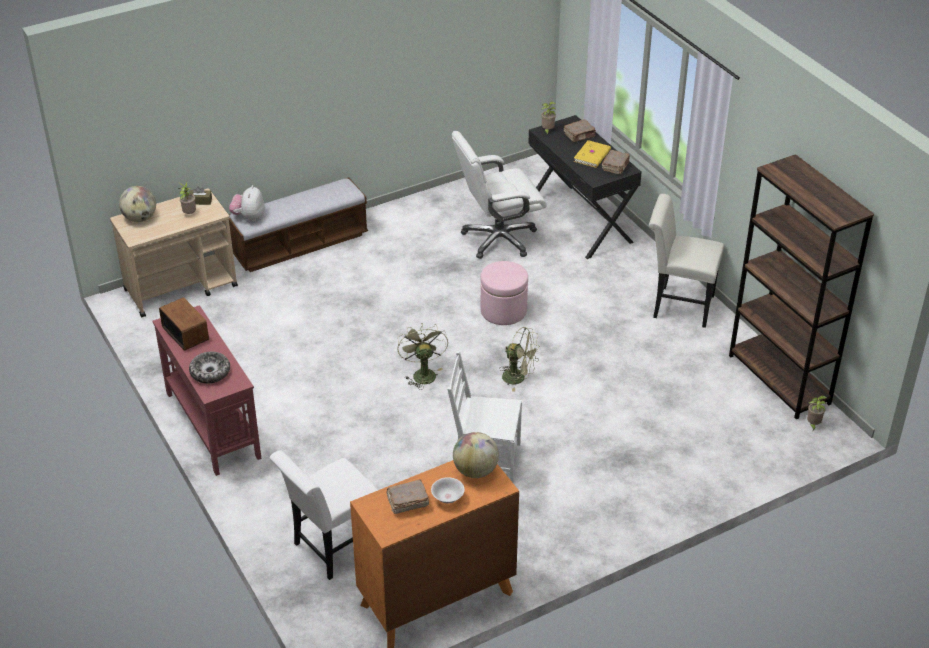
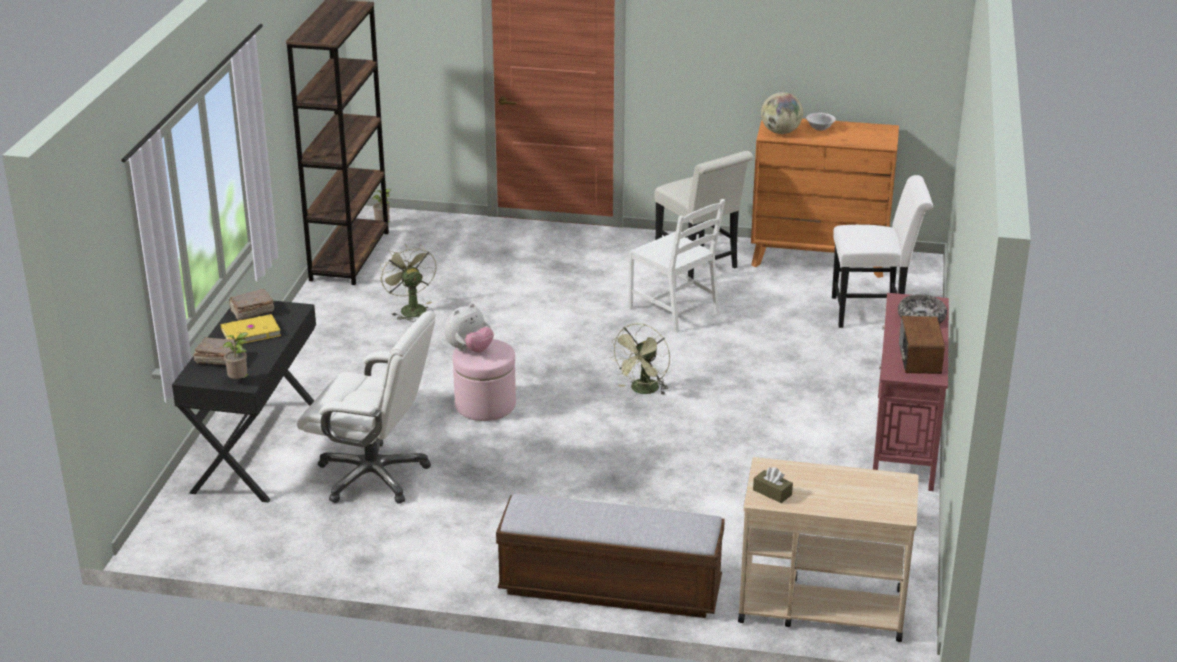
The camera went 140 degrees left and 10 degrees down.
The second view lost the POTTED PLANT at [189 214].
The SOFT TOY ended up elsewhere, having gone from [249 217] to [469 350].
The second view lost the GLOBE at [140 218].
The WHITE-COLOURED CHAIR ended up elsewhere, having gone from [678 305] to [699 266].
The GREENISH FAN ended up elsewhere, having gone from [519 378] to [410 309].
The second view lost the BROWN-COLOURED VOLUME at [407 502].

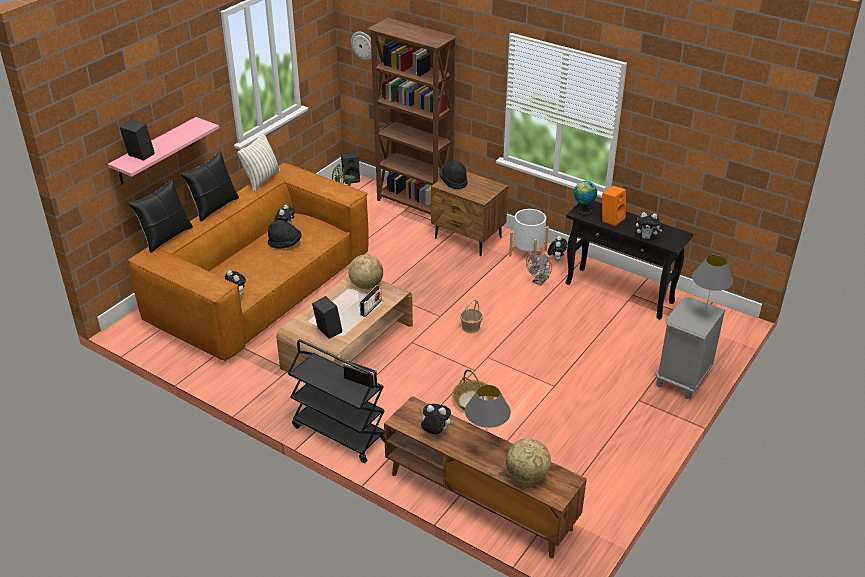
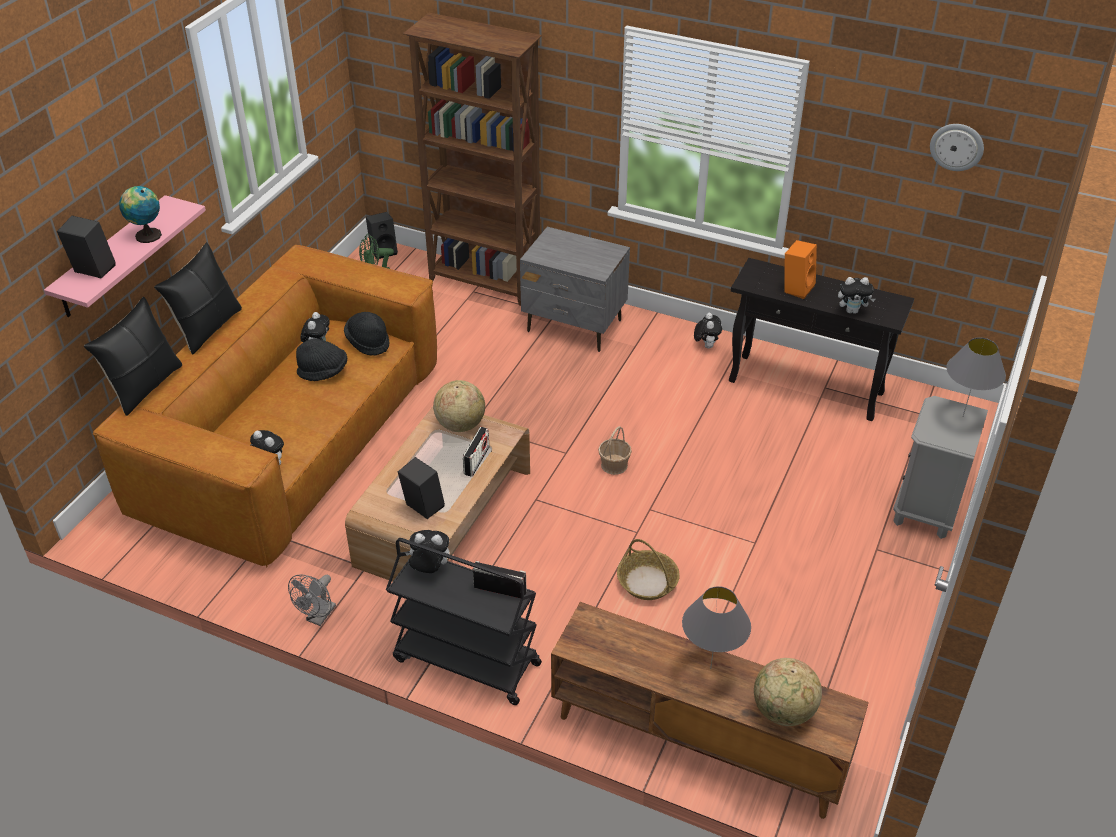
The camera went 10 degrees left and 5 degrees up.
The WALL CLOCK ended up elsewhere, having gone from [363 45] to [957 146].
The second view lost the PILLOW at [262 180].
The BLACK-COLOURED HAT ended up elsewhere, having gone from [453 181] to [368 342].
What was the BROWN-COLOURED NIGHTSTAND at [468 238] turned into the GRAY NIGHTSTAND at [574 326].
The GLOBE ended up elsewhere, having gone from [583 210] to [146 235].
The second view lost the WHITE-COLOURED PLANT POT at [528 253].
The GRAY FAN ended up elsewhere, having gone from [539 281] to [318 617].
The SOFT TOY ended up elsewhere, having gone from [435 432] to [429 569].

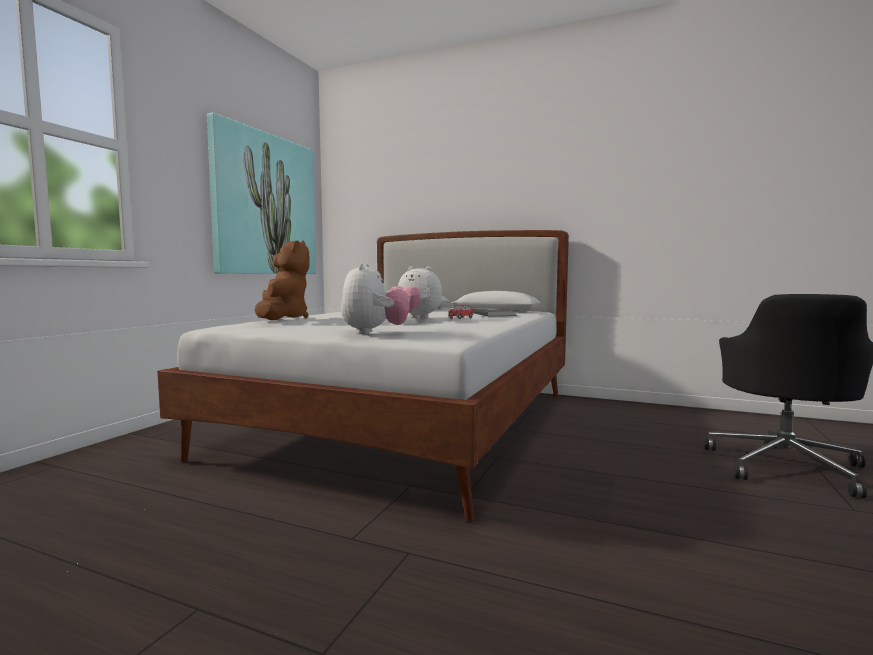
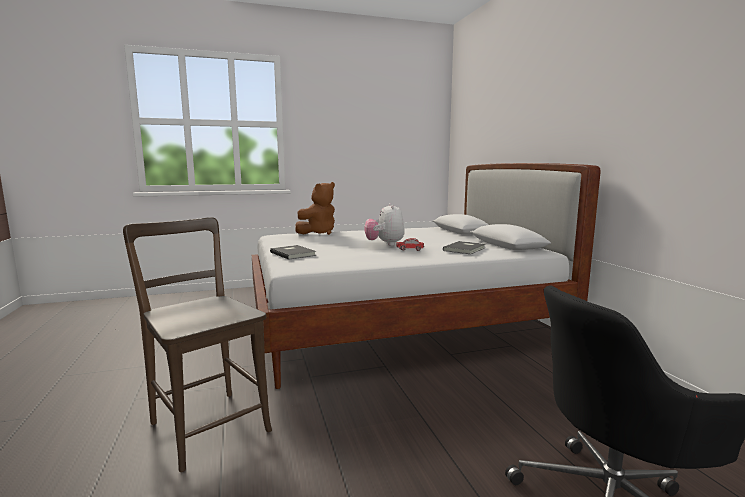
The camera went 50 degrees right and 5 degrees up.
The second view lost the PICTURE at [265 205].
Where the SOFT TOY stood at [374 332], the GRAY VOLUME came to stand at [293 253].
The second view gained the BROWN-COLOURED CHAIR at [207 424].

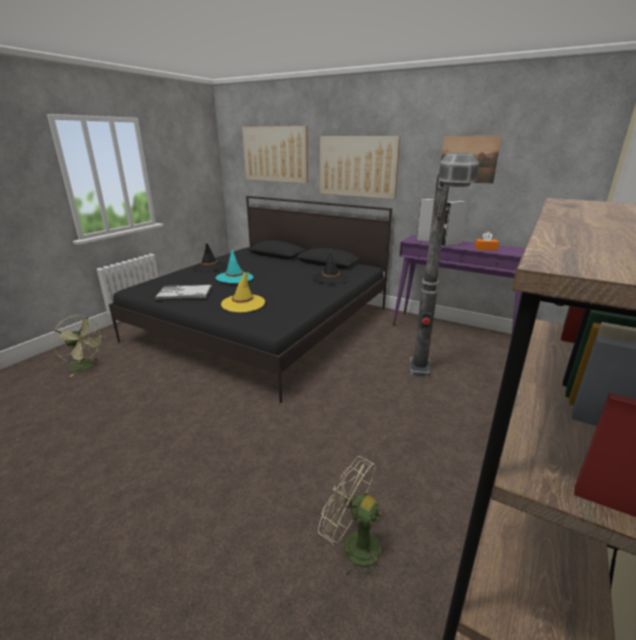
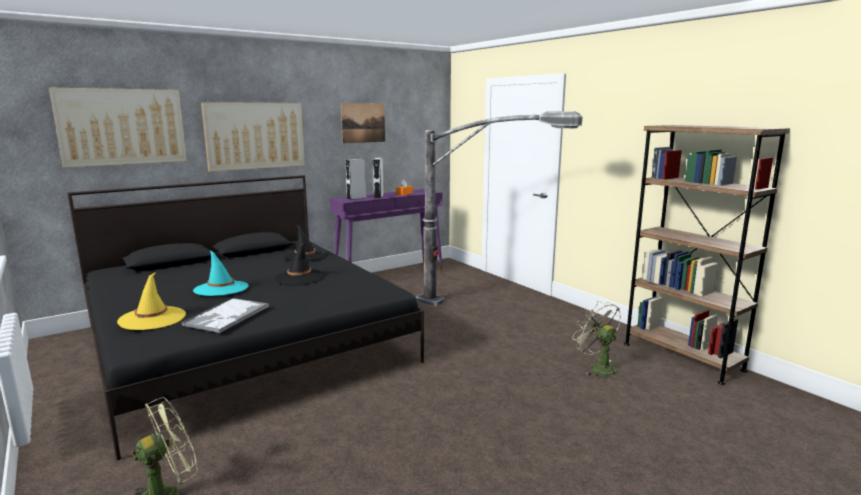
The camera went 65 degrees left and 10 degrees down.
The BLACK-COLOURED HAT ended up elsewhere, having gone from [209 267] to [299 277].
The YELLOWISH HAT ended up elsewhere, having gone from [243 303] to [152 318].
The SAND-COLOURED FAN at [353 546] ended up facing another way, 90 degrees clockwise from before.

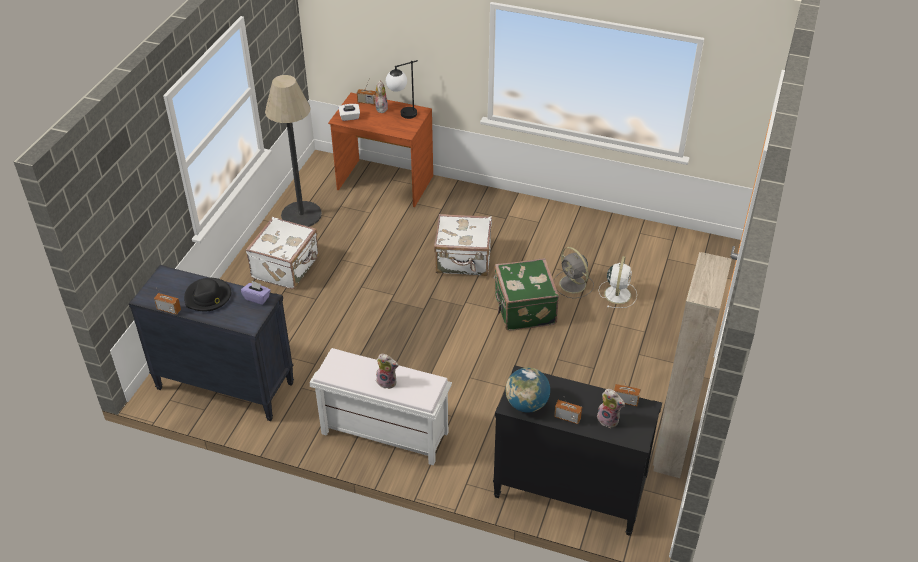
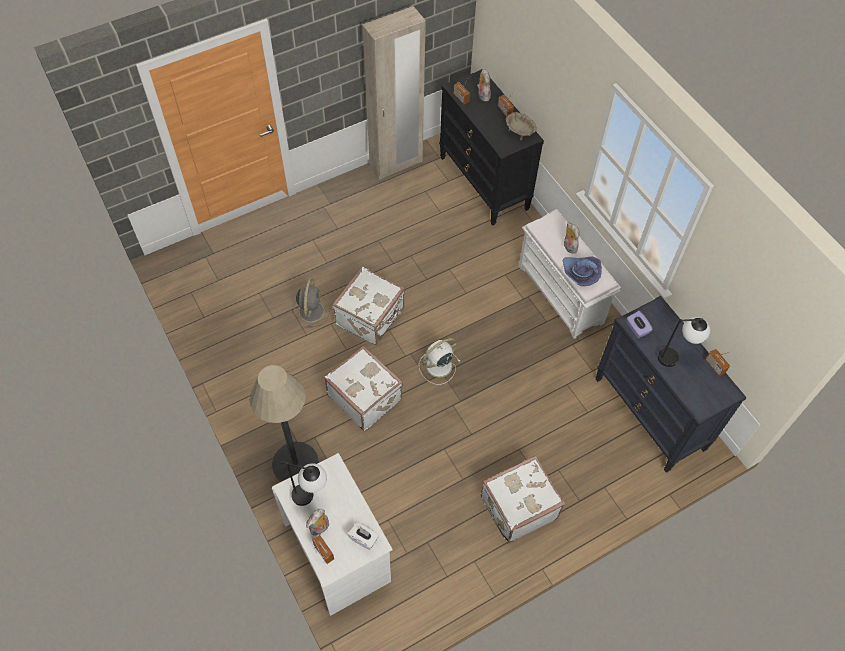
The camera went 140 degrees left and 15 degrees up.
The STANDARD LAMP ended up elsewhere, having gone from [301 215] to [295 463].
What was the BROWN-COLOURED DESK UNIT at [384 183] turned into the WHITE-COLOURED DESK UNIT at [338 552].
The WHITE-COLOURED FAN ended up elsewhere, having gone from [617 293] to [437 366].
What was the GREENISH SUITCASE at [523 309] turned into the WHITE-COLOURED SUITCASE at [371 317].
Where the BLACK-COLOURED HAT stood at [208 297], the TABLE LAMP came to stand at [676 357].
Where the GLOBE stood at [526 404], the SAND-COLOURED SERVING BOWL came to stand at [520 132].
The second view gained the PURPLE-COLOURED HAT at [580 274].

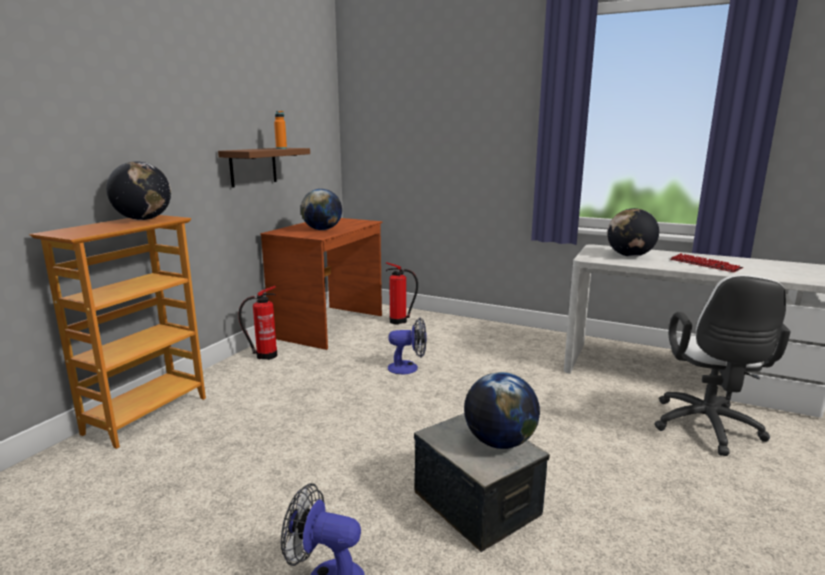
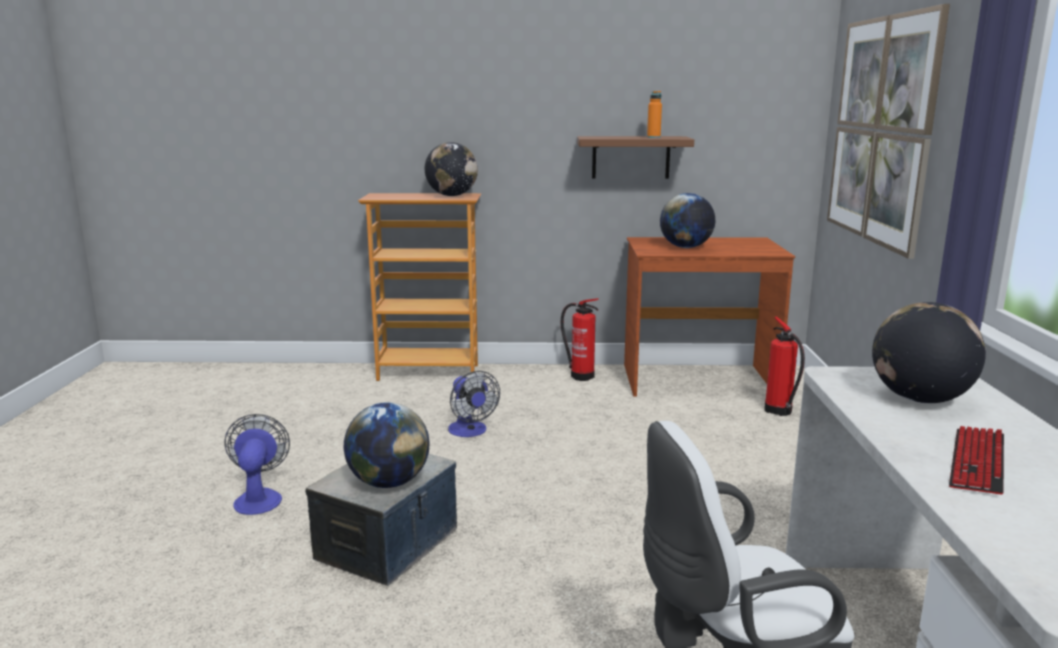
The camera went 65 degrees right and 0 degrees up.
The FAN ended up elsewhere, having gone from [408 368] to [470 432].
The second view gained the PICTURE at [881 130].

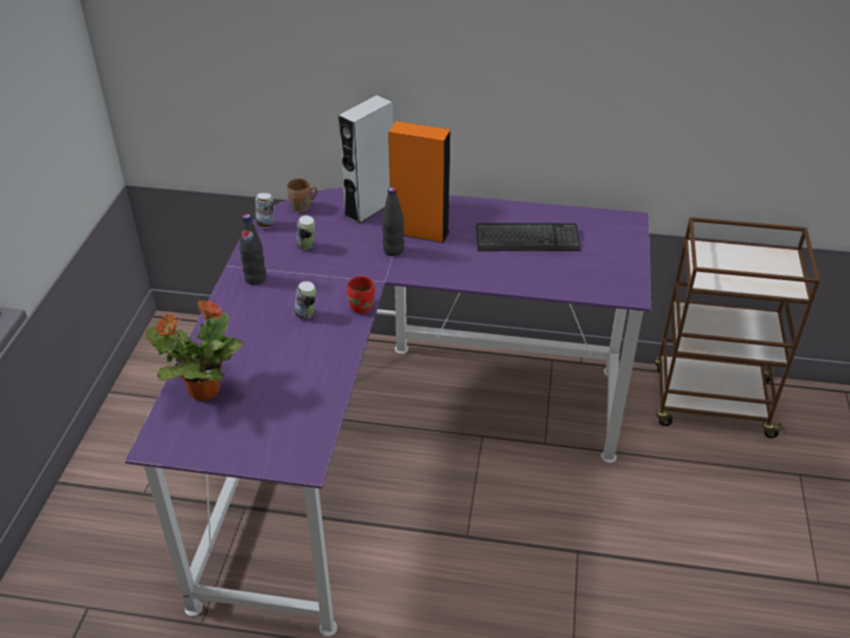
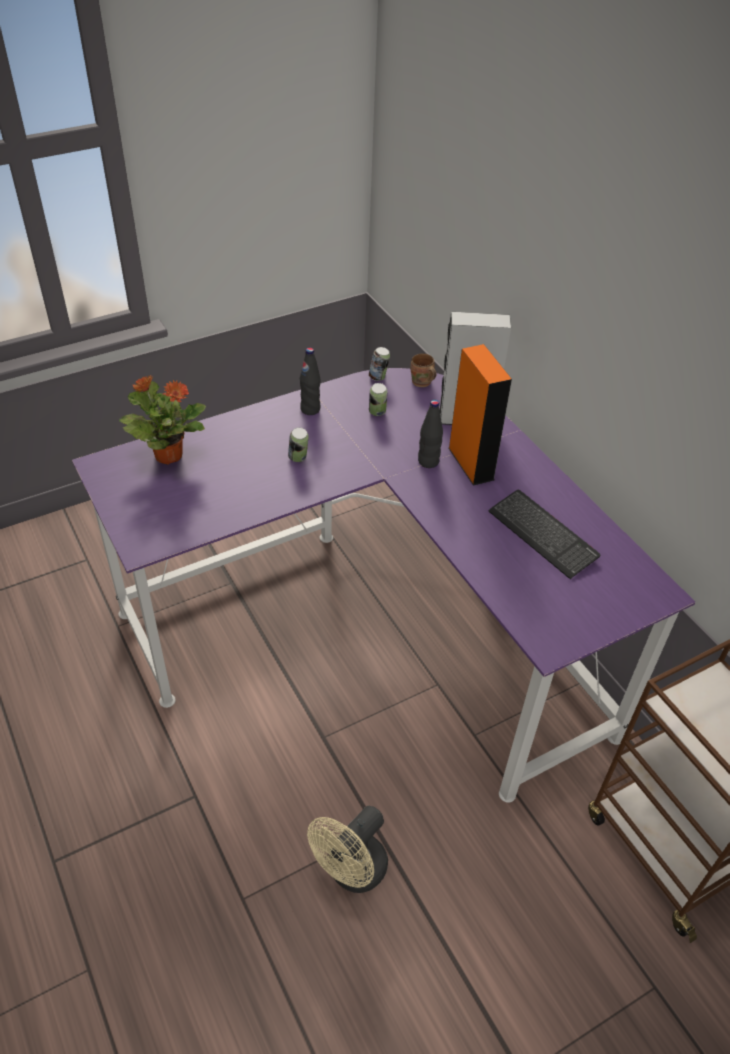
The camera went 50 degrees right and 5 degrees up.
The second view lost the RED TEA MUG at [363 306].
The second view gained the SAND-COLOURED FAN at [351 872].

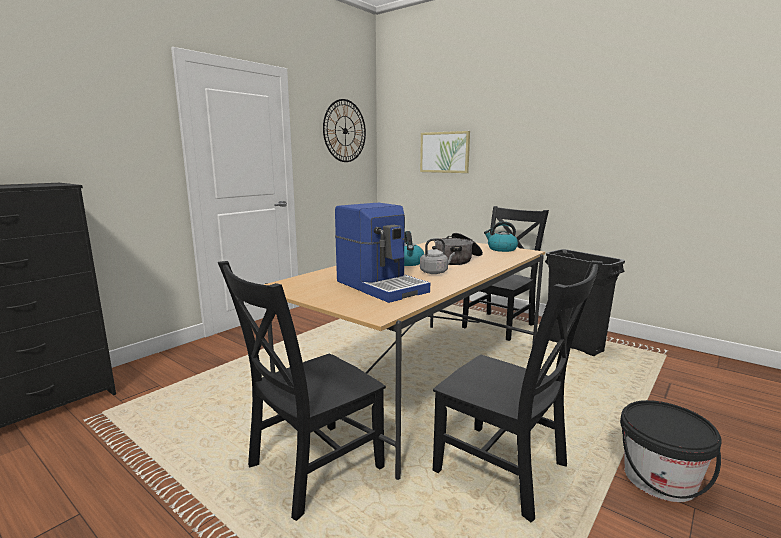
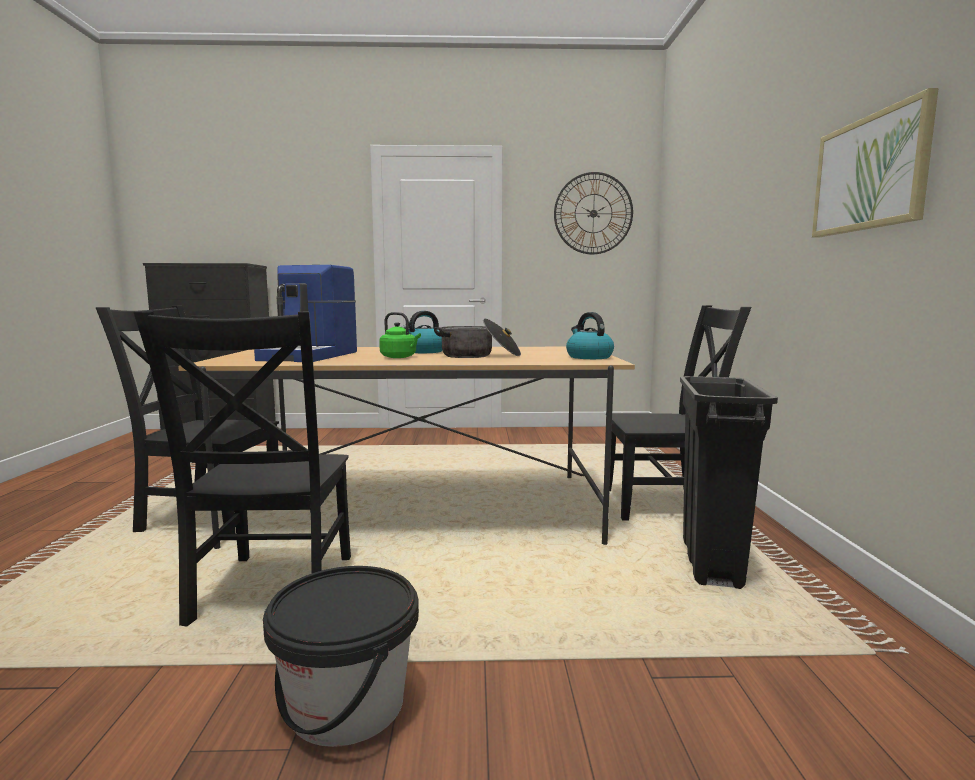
The camera went 50 degrees right and 5 degrees down.
The PICTURE ended up elsewhere, having gone from [444 152] to [870 173].
What was the GRAY KETTLE at [435 272] turned into the GREENISH KETTLE at [400 357].

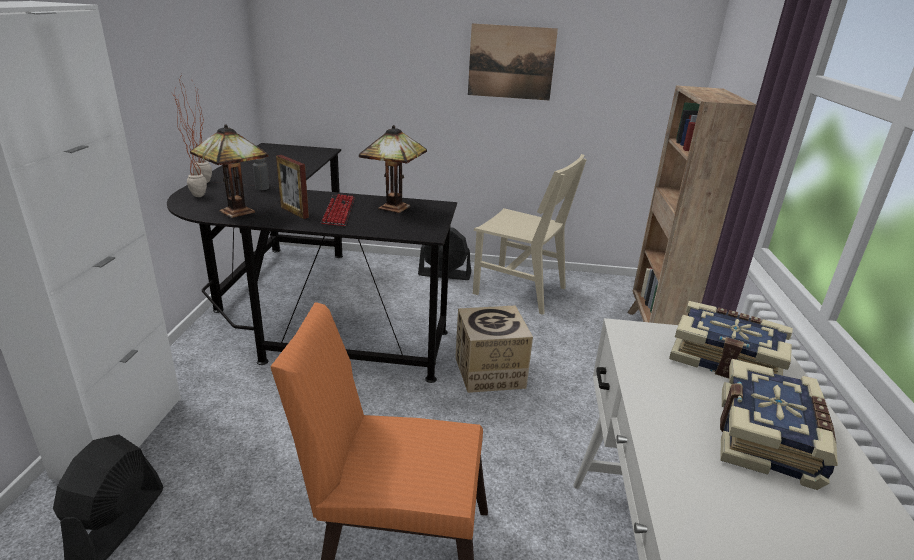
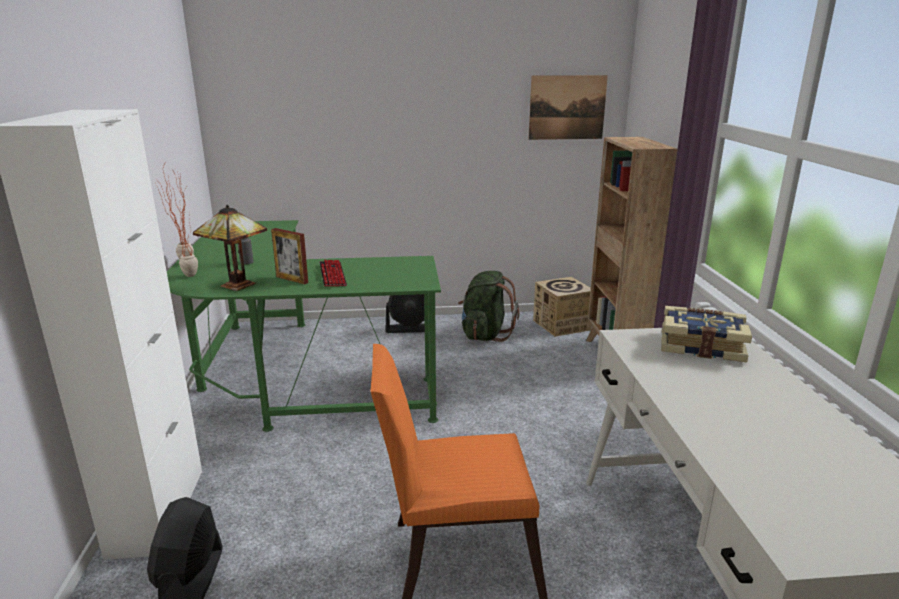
The camera went 10 degrees left and 5 degrees down.
The PICTURE ended up elsewhere, having gone from [511 62] to [567 107].
The second view lost the TABLE LAMP at [394 208].
What was the BLACK-COLOURED DESK UNIT at [306 313] turned into the GREENISH DESK UNIT at [292 381].
Where the SAND-COLOURED CHAIR stood at [519 291], the GREENISH RUCKSACK came to stand at [485 334].
The PACKING BOX ended up elsewhere, having gone from [489 372] to [561 325].
The second view lost the VOLUME at [769 439].

